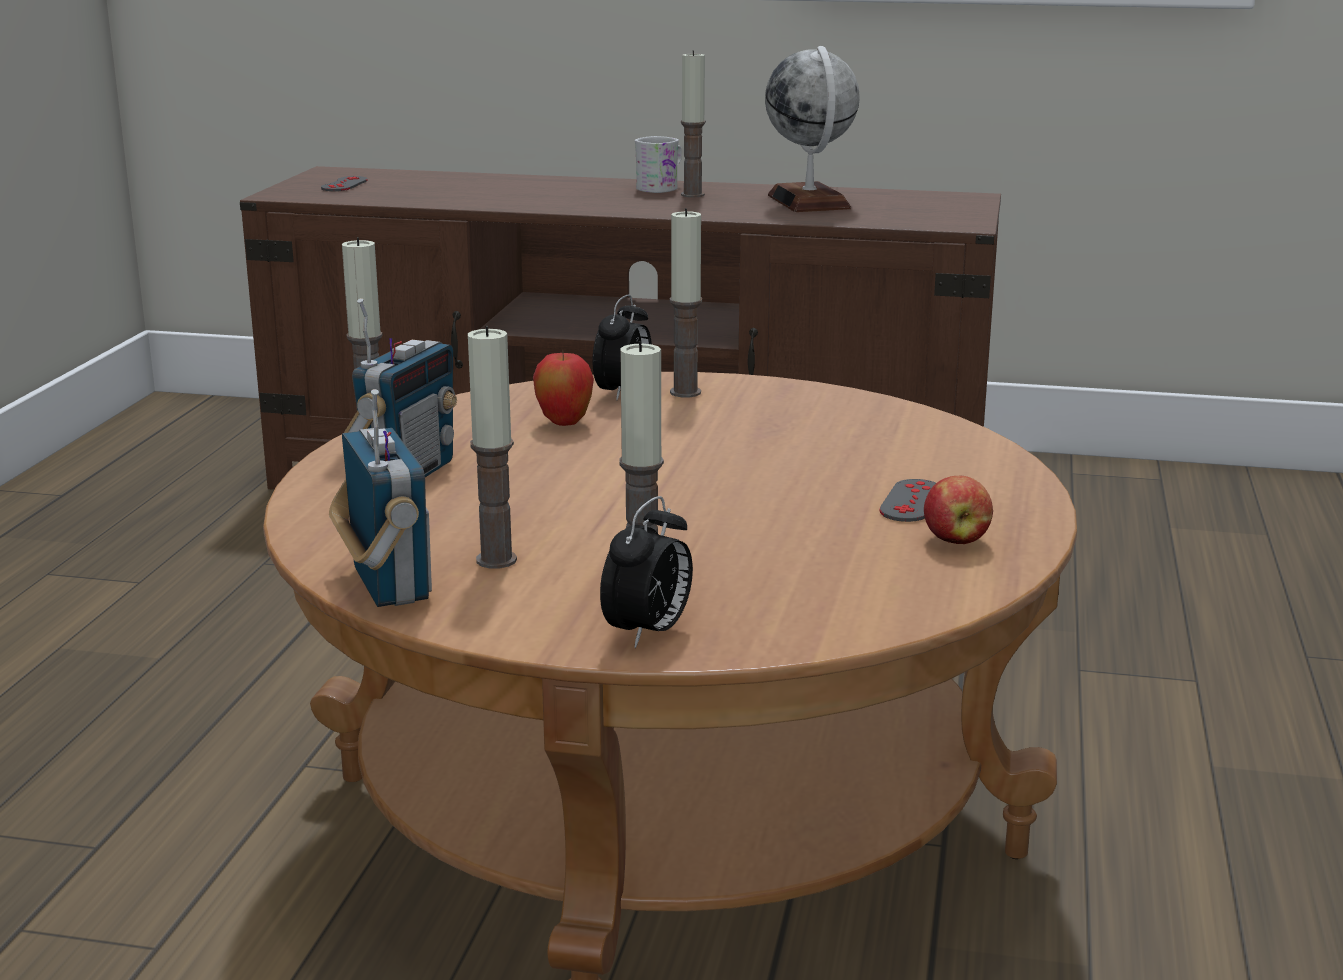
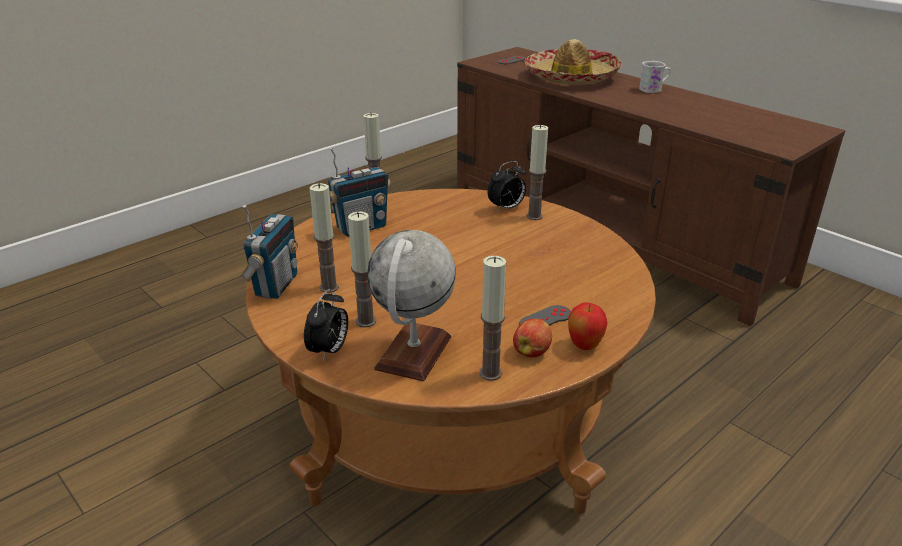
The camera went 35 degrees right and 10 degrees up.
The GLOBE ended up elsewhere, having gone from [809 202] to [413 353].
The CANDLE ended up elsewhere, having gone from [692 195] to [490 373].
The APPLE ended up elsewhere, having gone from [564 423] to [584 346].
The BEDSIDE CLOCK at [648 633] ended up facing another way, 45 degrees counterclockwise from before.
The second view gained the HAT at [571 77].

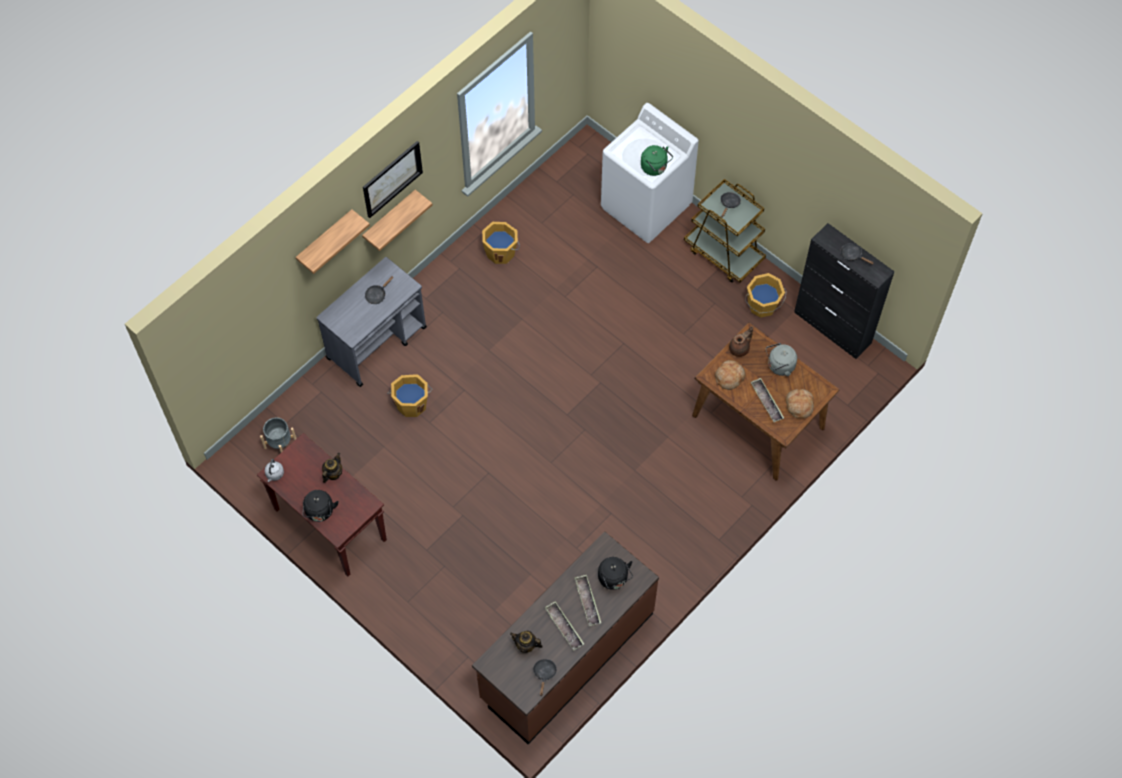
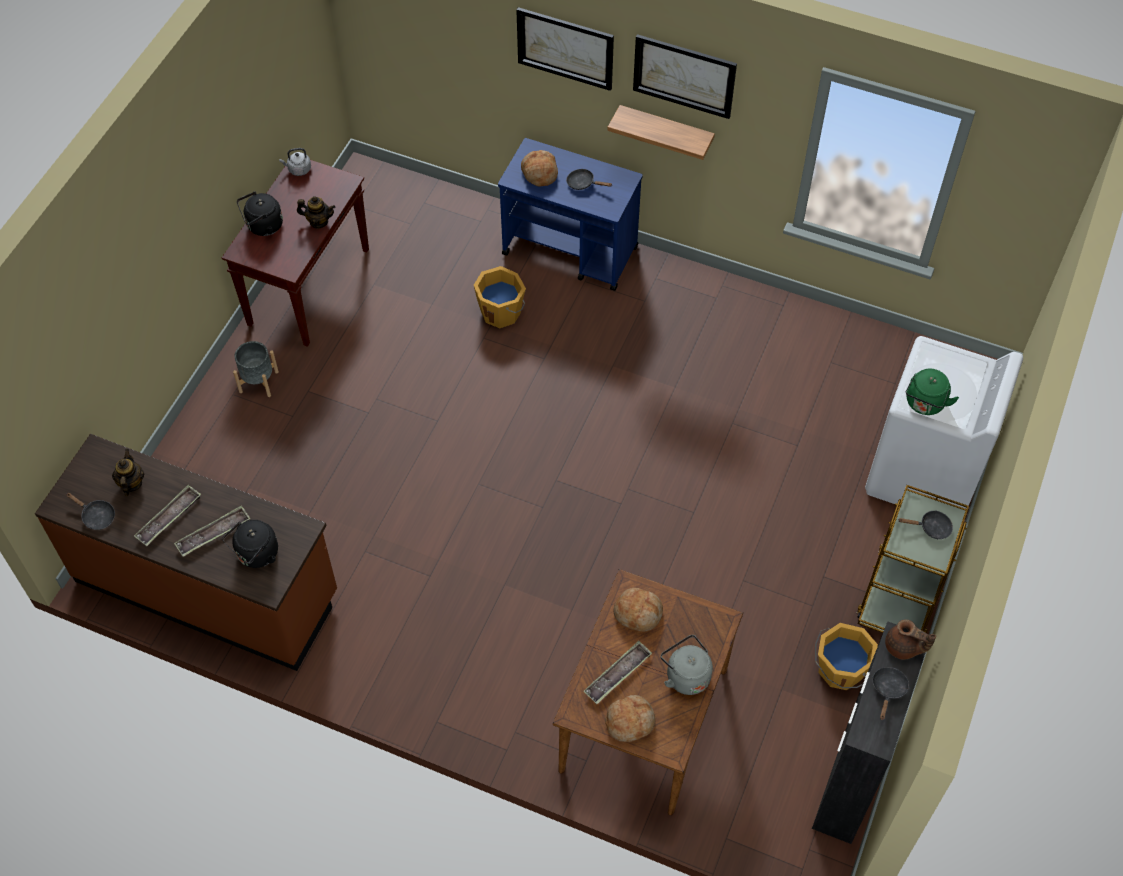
The camera went 70 degrees right and 5 degrees down.
Where the SHELF hung at [325 240], the PICTURE came to hang at [565 48].
The second view lost the ORANGE-COLOURED WATER BUCKET at [501 252].
What was the GRAY CART at [377 342] turned into the BLUE-COLOURED CART at [571 251].
The BROWN-COLOURED TEA POT ended up elsewhere, having gone from [740 348] to [903 647].
The GRAY PLANT POT ended up elsewhere, having gone from [280 444] to [258 382].
The BLACK-COLOURED FRYING PAN at [544 674] ended up facing another way, 45 degrees clockwise from before.
The second view gained the BAKERY BREAD at [539 173].

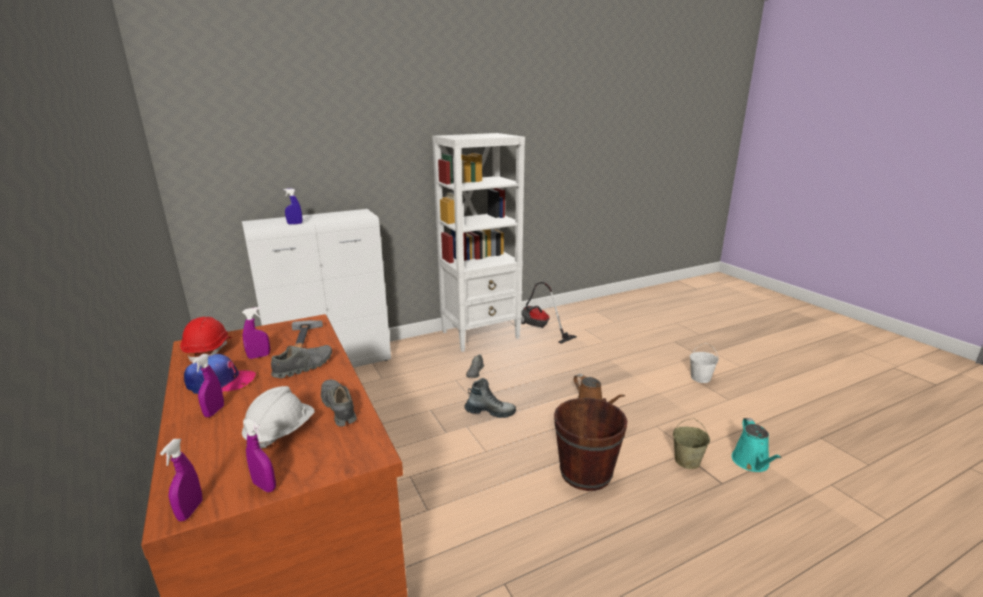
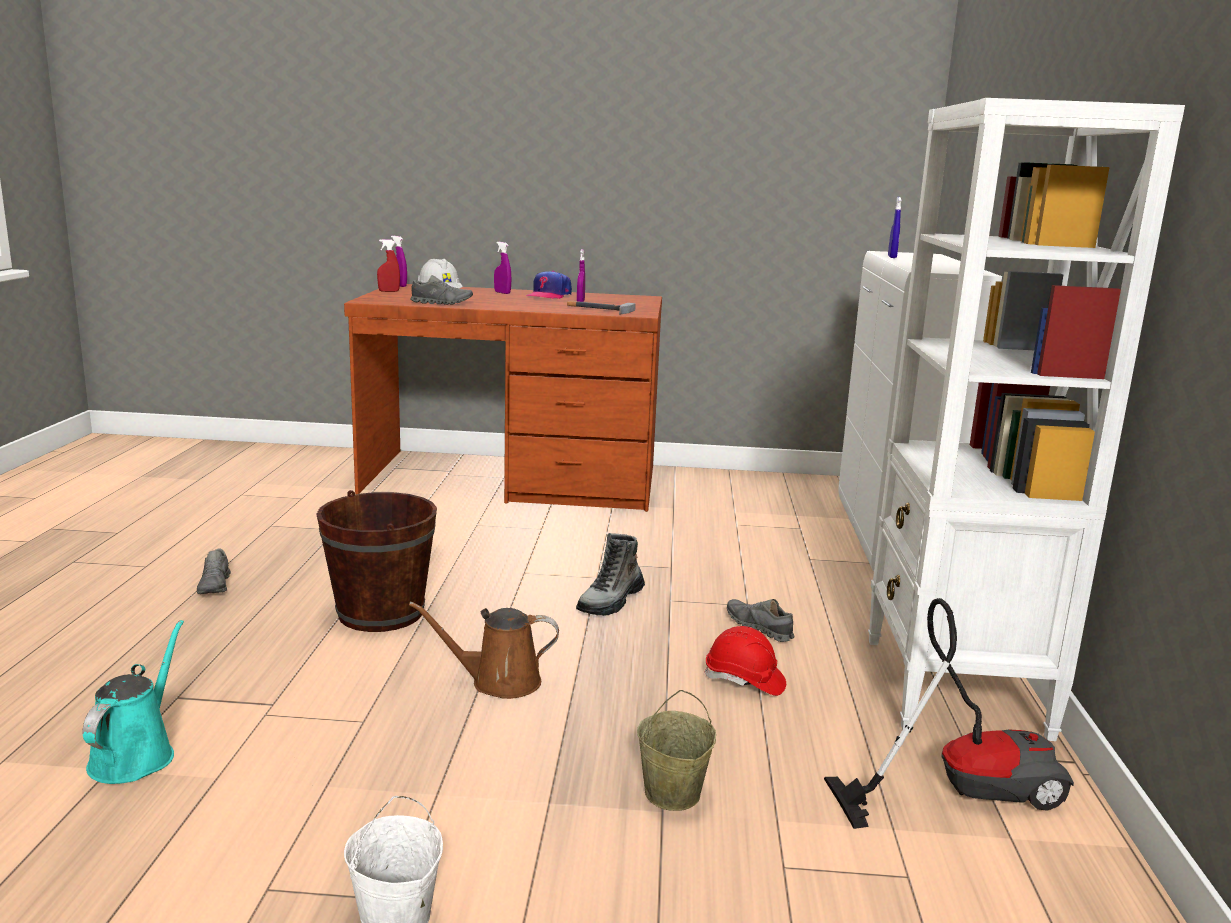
The camera went 120 degrees right and 5 degrees down.
The RED WORK HELMET ended up elsewhere, having gone from [209 350] to [744 681].
The GRAY LOW SHOE ended up elsewhere, having gone from [303 367] to [215 586].
The SAND-COLOURED WATER BUCKET ended up elsewhere, having gone from [687 460] to [672 794].
The TURQUOISE WATERING POT at [751 463] ended up facing another way, 60 degrees clockwise from before.
What was the PURPLE-COLOURED SPRAYER at [264 486] turned into the RED SPRAYER at [389 291].

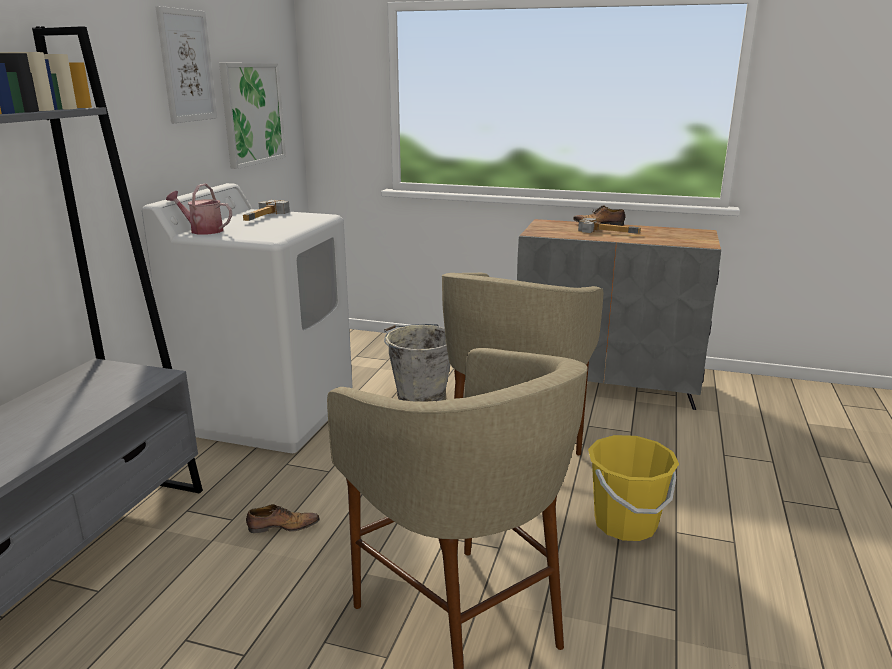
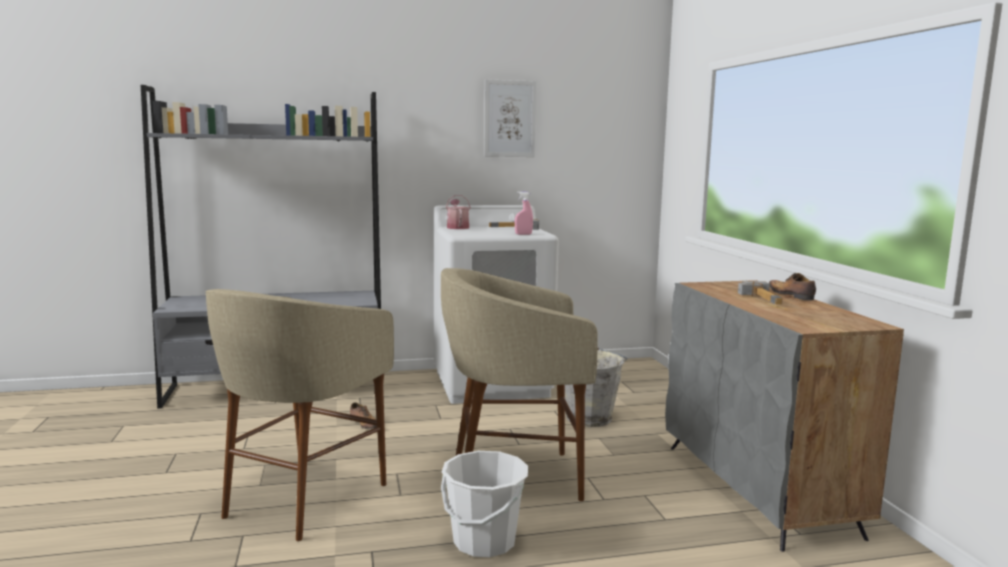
The camera went 60 degrees right and 10 degrees down.
The second view lost the PICTURE at [252 113].
What was the YELLOWISH WATER BUCKET at [625 524] turned into the WHITE-COLOURED WATER BUCKET at [484 542].
The second view gained the PINKISH SPRAYER at [523 234].

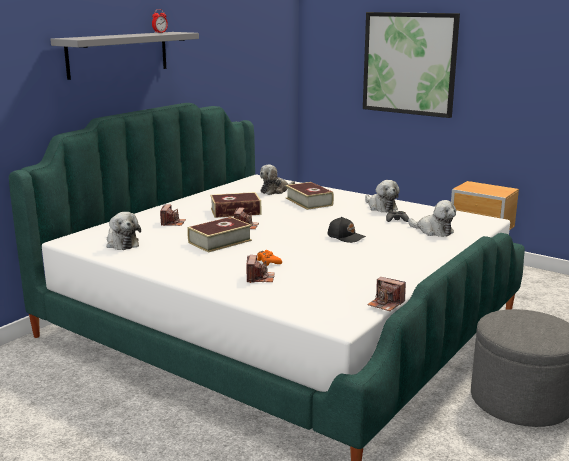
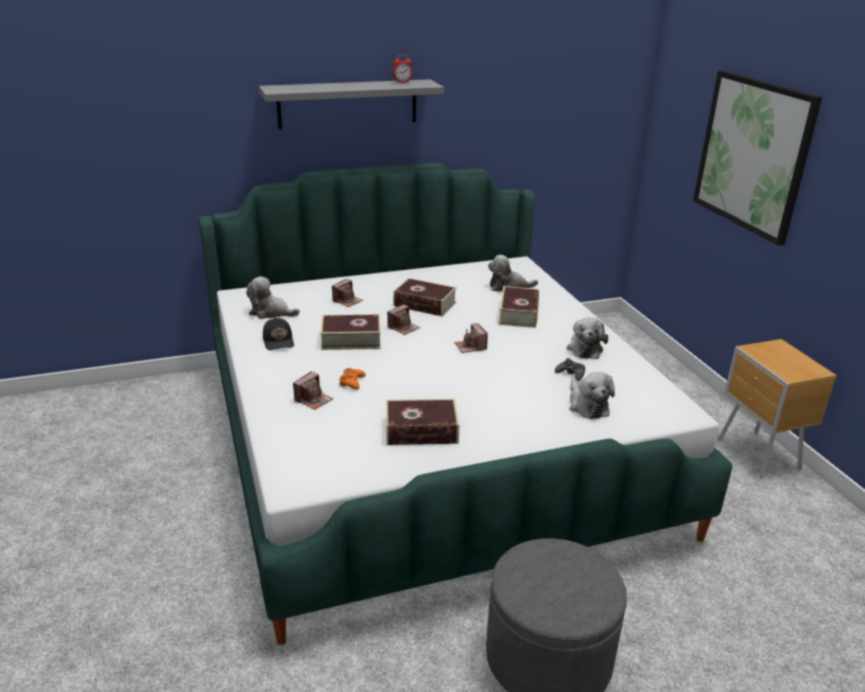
The camera went 35 degrees right and 10 degrees up.
The SOFT TOY at [121 243] ended up facing another way, 105 degrees clockwise from before.
The BLACK-COLOURED BASEBALL CAP ended up elsewhere, having gone from [346 237] to [279 341].
The PHOTO CAMERA ended up elsewhere, having gone from [385 304] to [470 347].
The second view gained the VOLUME at [421 430].

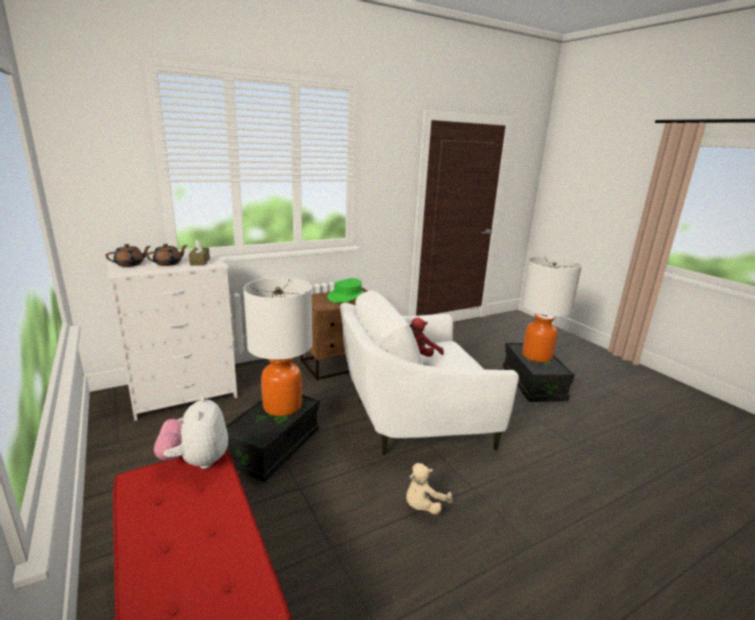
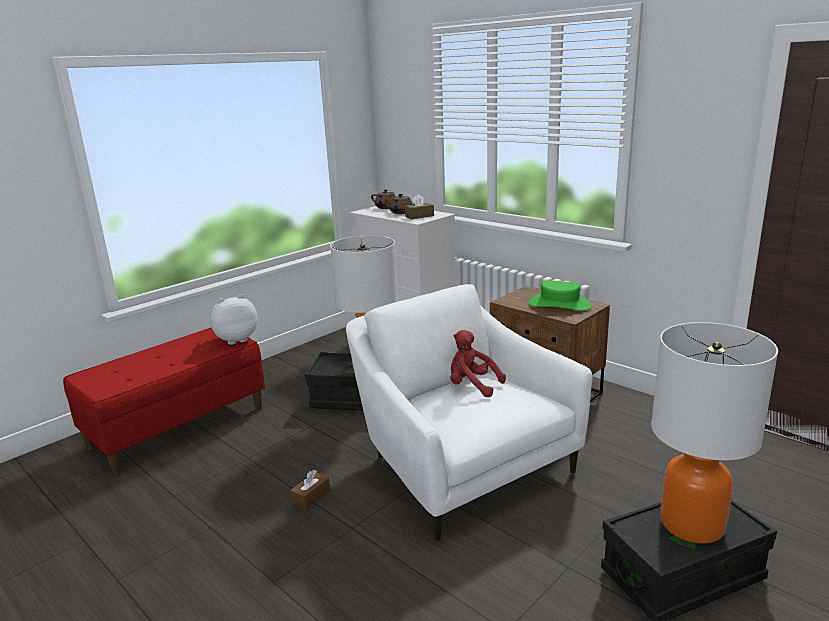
The camera went 75 degrees right and 0 degrees up.
Where the SAND-COLOURED SOFT TOY stood at [423 506], the BROWN-COLOURED BOX OF TISSUES came to stand at [311 497].

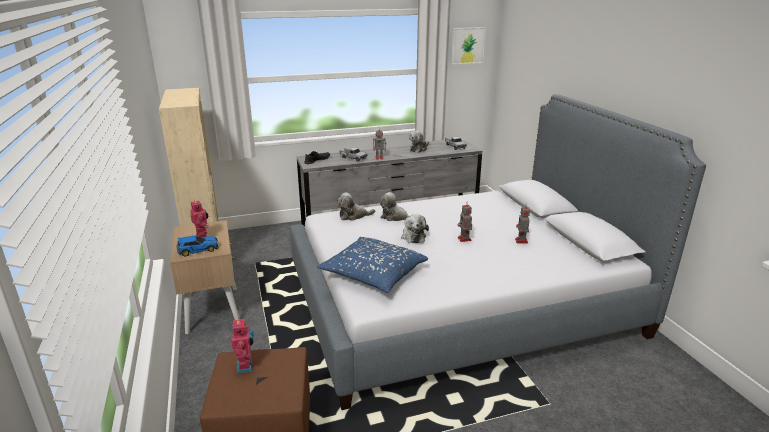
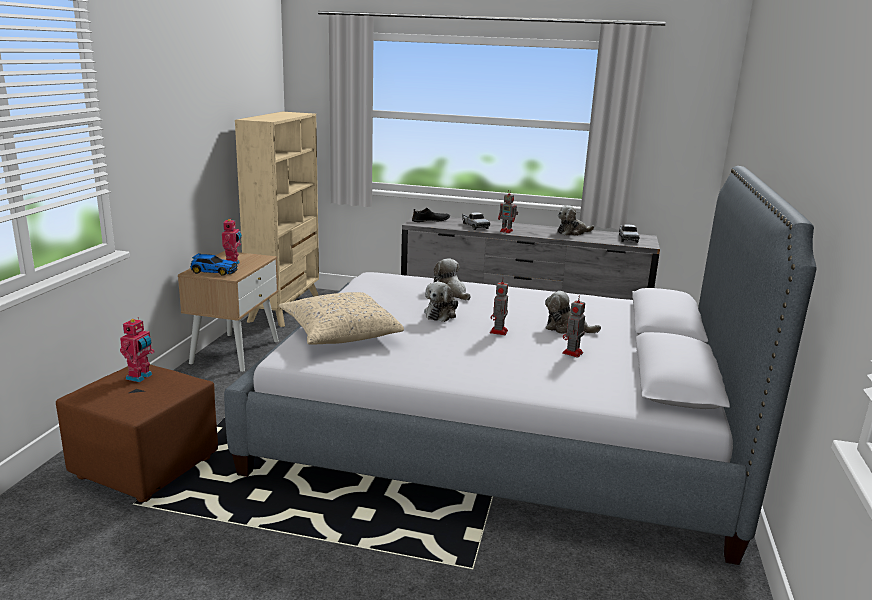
The camera went 30 degrees right and 5 degrees down.
The second view lost the PICTURE at [468 45].
The SOFT TOY ended up elsewhere, having gone from [353 216] to [567 328].
What was the BLUE-COLOURED PILLOW at [373 274] turned into the SAND-COLOURED PILLOW at [339 333].

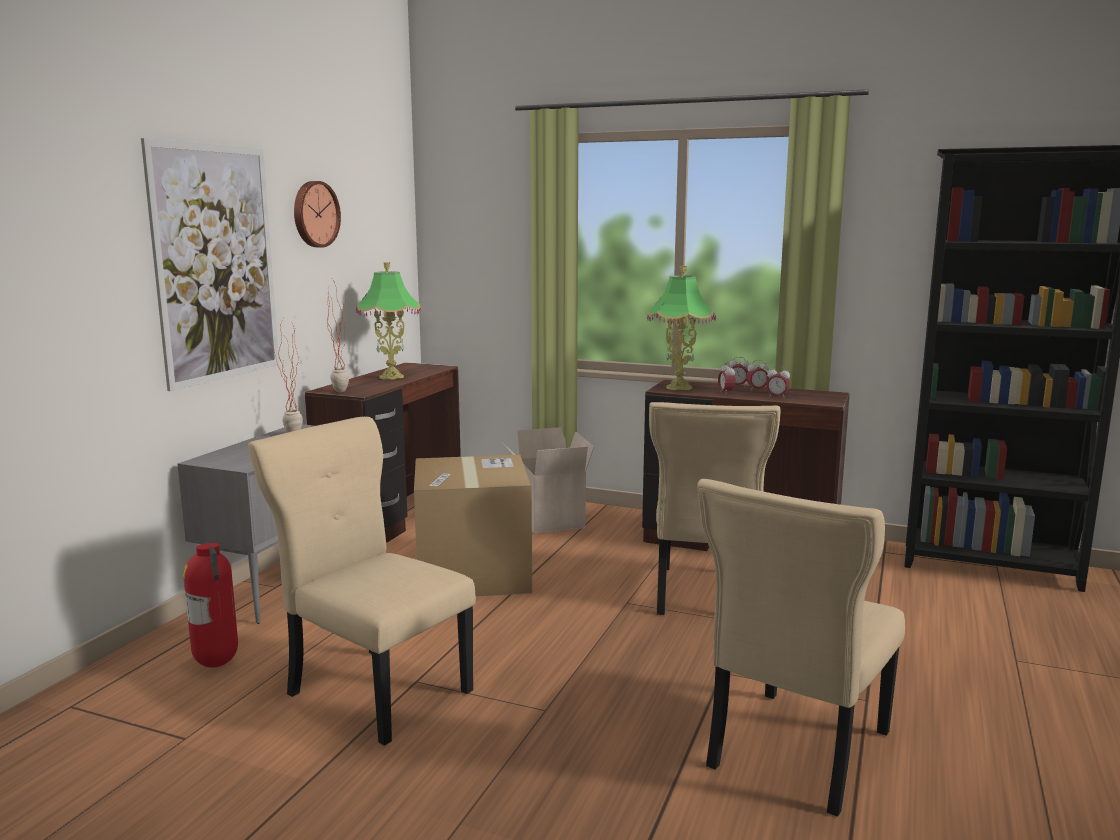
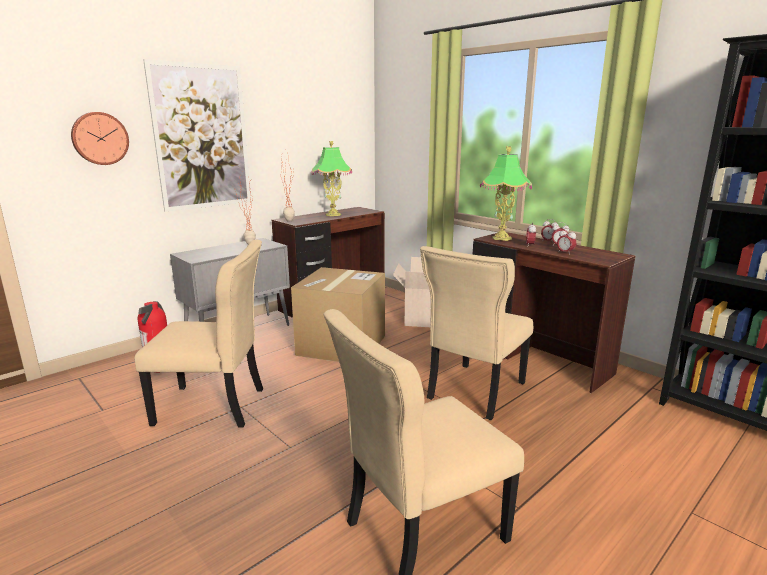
The camera went 25 degrees right and 5 degrees up.
The WALL CLOCK ended up elsewhere, having gone from [314 214] to [100 138].
The SAND-COLOURED CHAIR at [375 690] ended up facing another way, 120 degrees clockwise from before.

